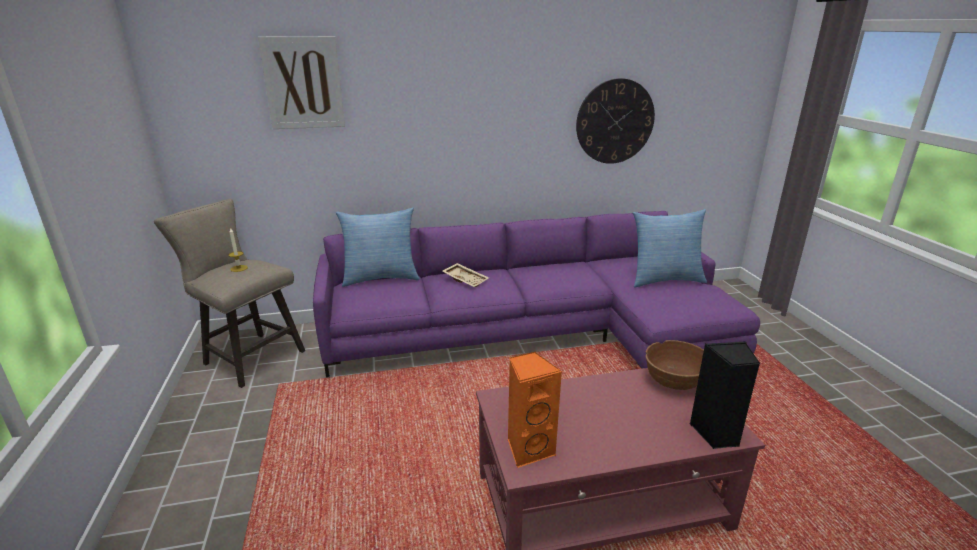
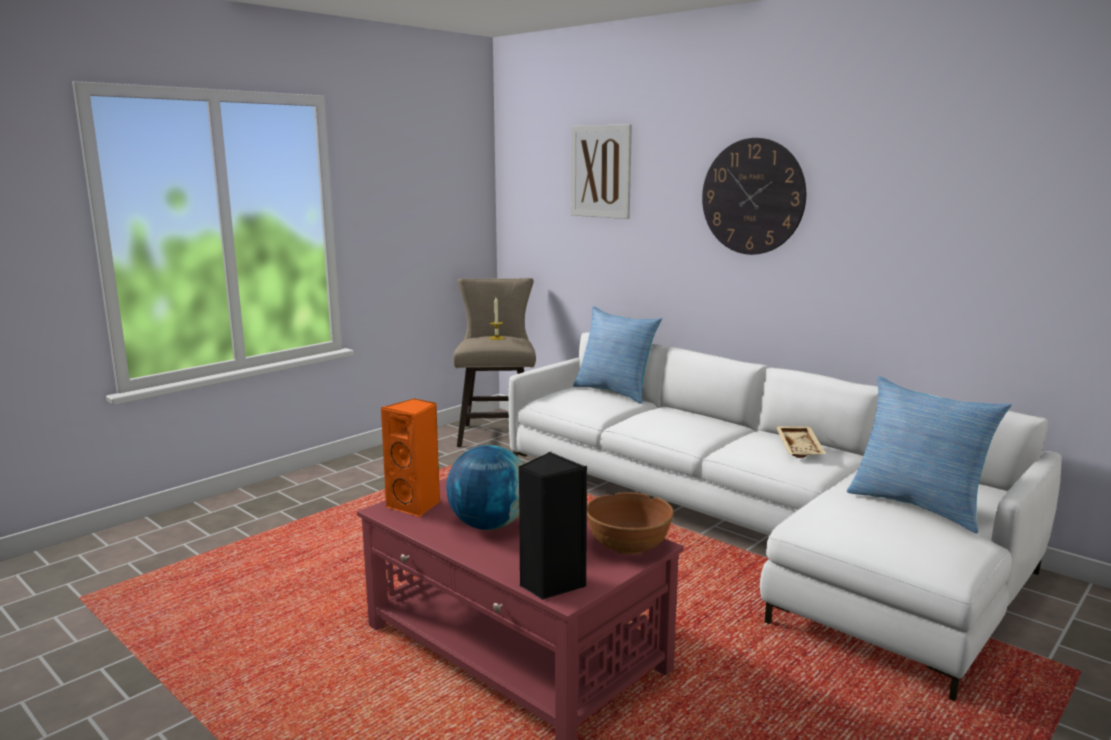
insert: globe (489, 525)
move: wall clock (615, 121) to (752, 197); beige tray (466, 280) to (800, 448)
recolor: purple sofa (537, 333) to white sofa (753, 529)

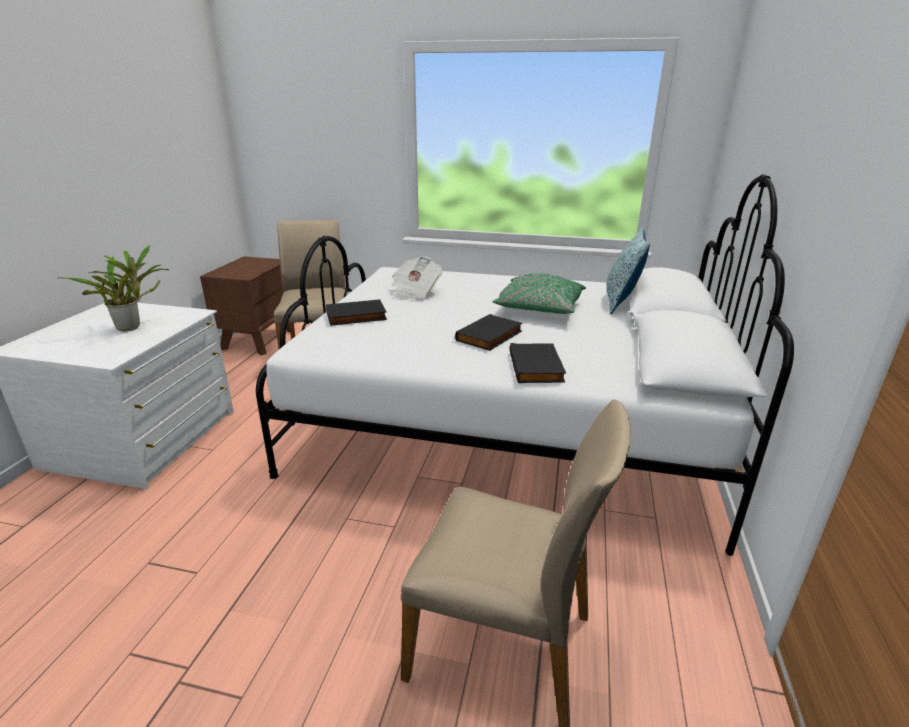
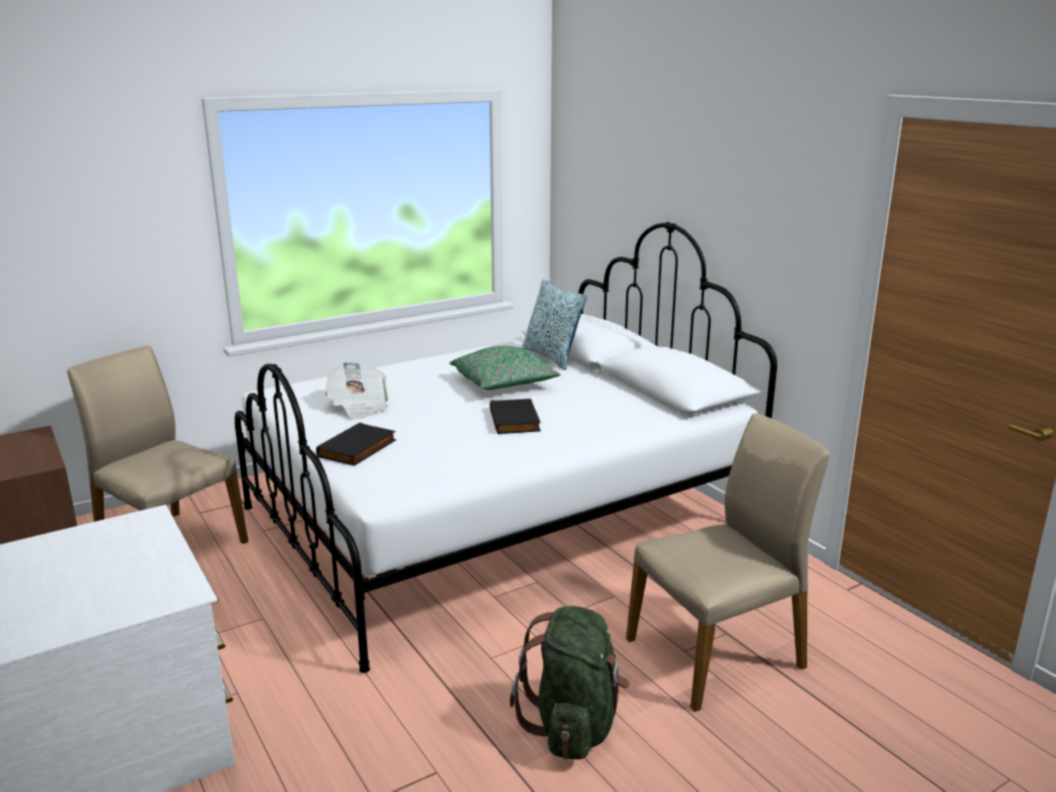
delete: potted plant (132, 327); black book (537, 367)
insert: green backpack (573, 726)

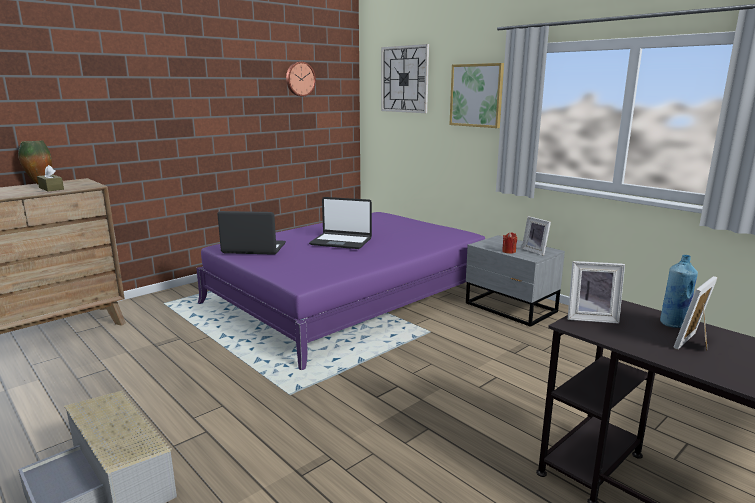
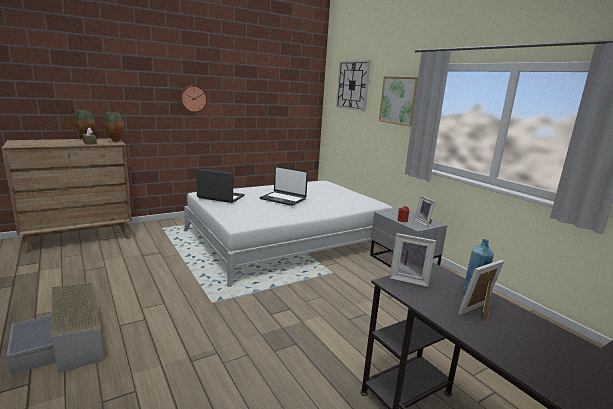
insert: vase (115, 141)
move: wall clock (300, 79) to (193, 98)
recolor: purple bed (348, 296) to white bed (287, 239)

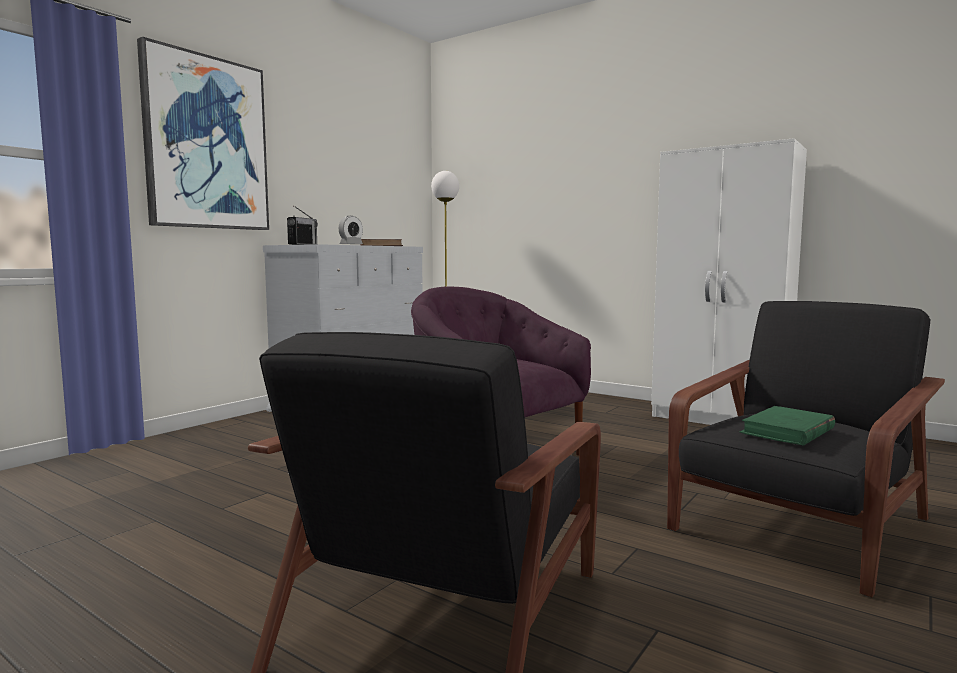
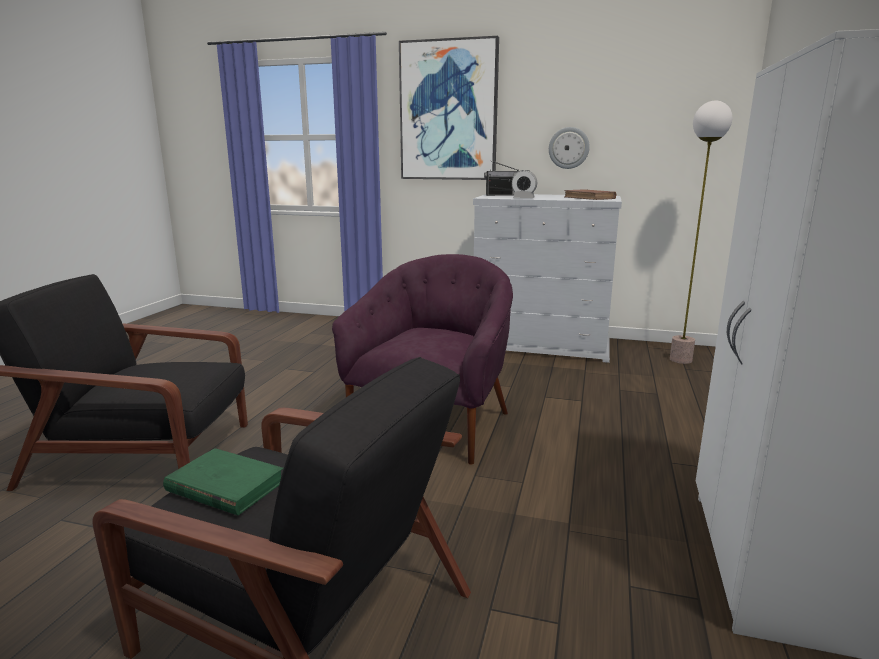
insert: wall clock (569, 148)

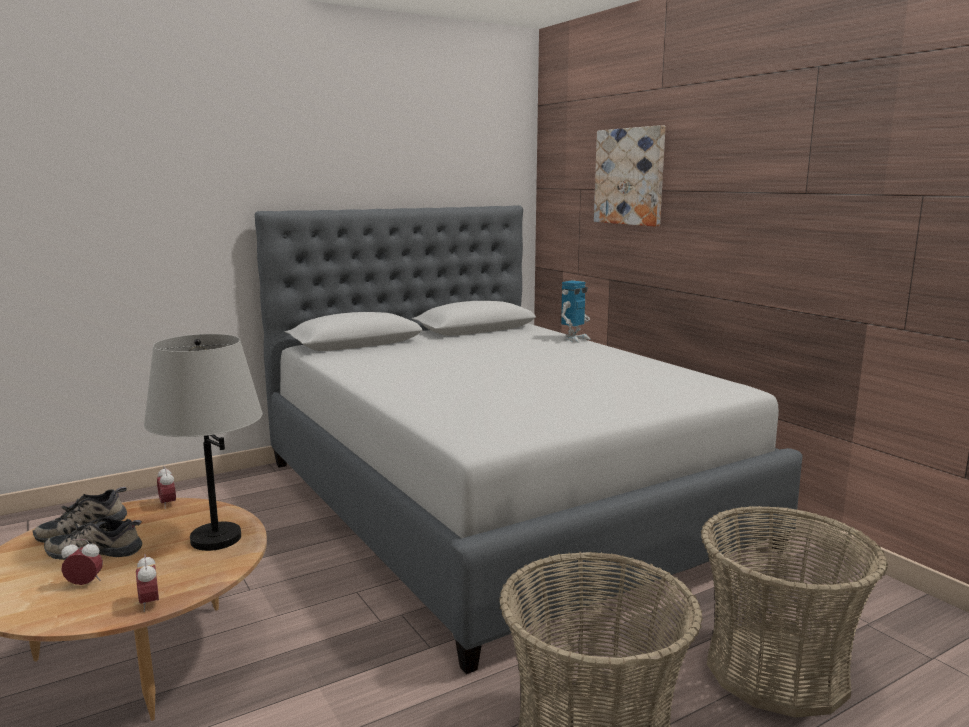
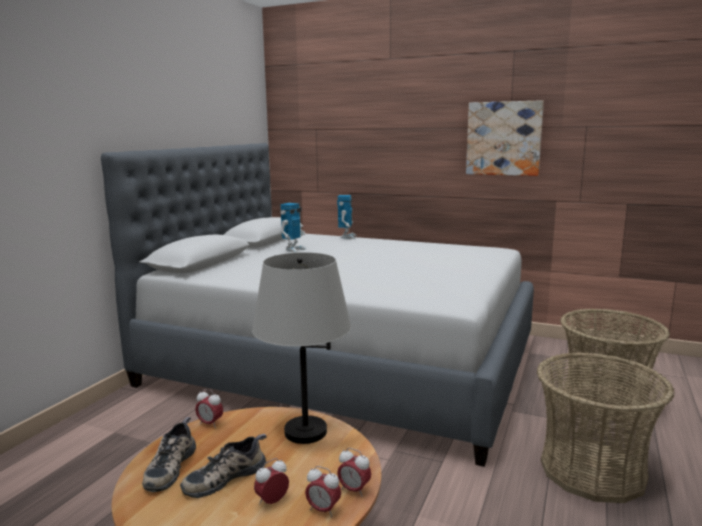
insert: toy robot (293, 249); alarm clock (323, 510)
move: picture (630, 176) to (503, 138)

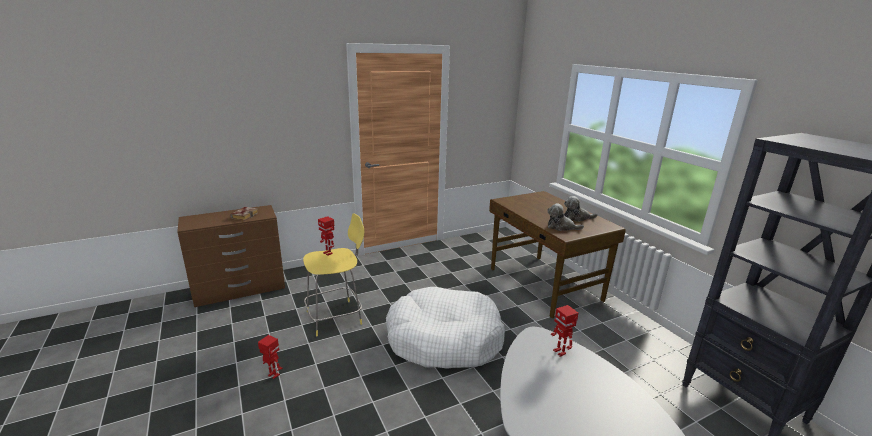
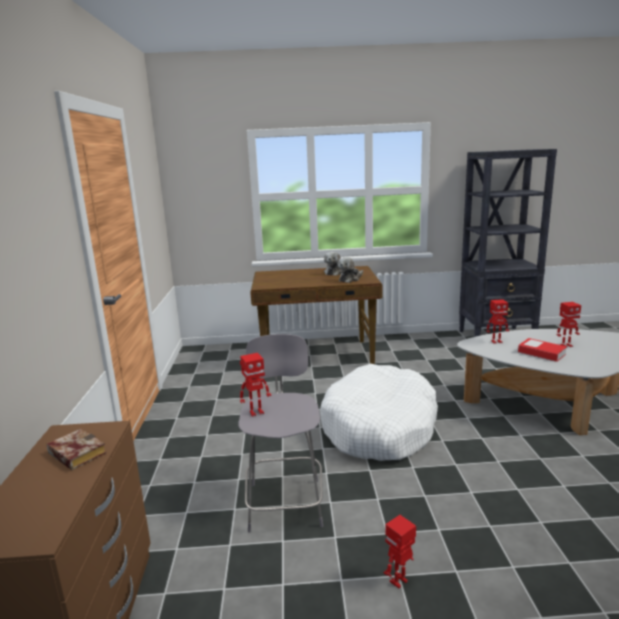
insert: toy robot (566, 345); book (541, 353)
recolor: yellow stool (336, 317) to grey stool (285, 502)

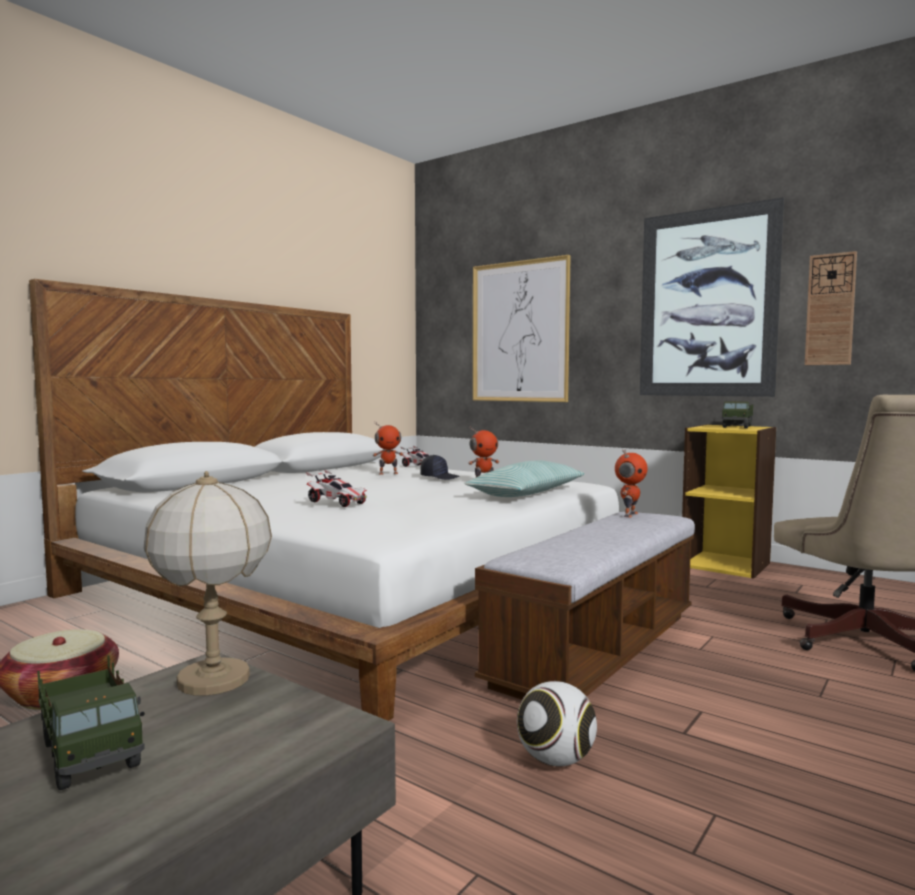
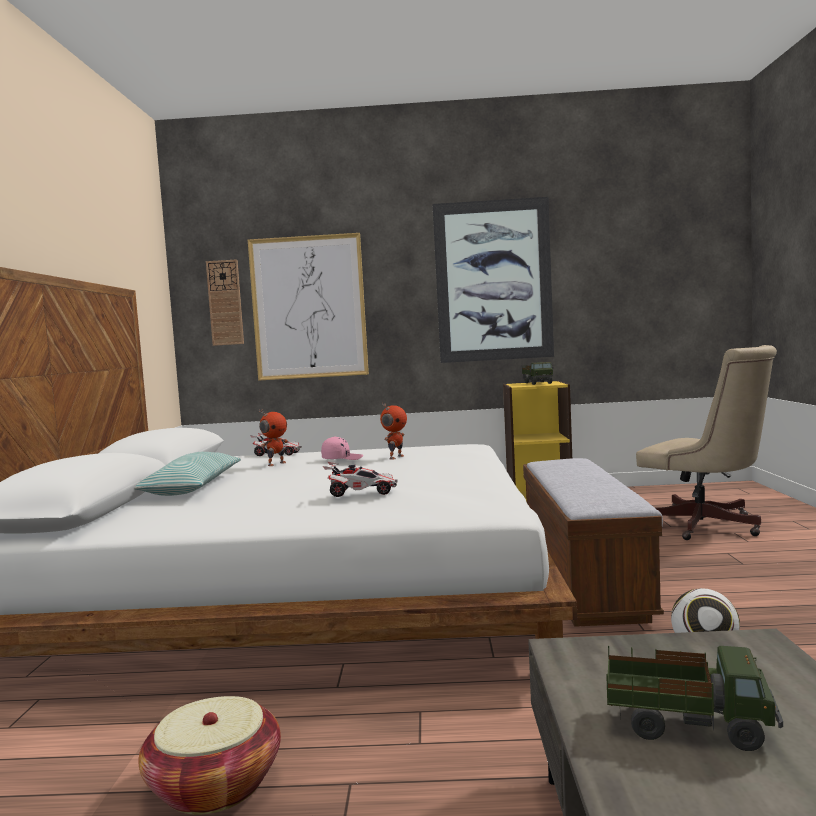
delete: toy robot (629, 515); table lamp (212, 680)
move: wall clock (830, 309) to (225, 302); pillow (527, 493) to (192, 488)
recolor: black cap (439, 477) to pink cap (342, 459)

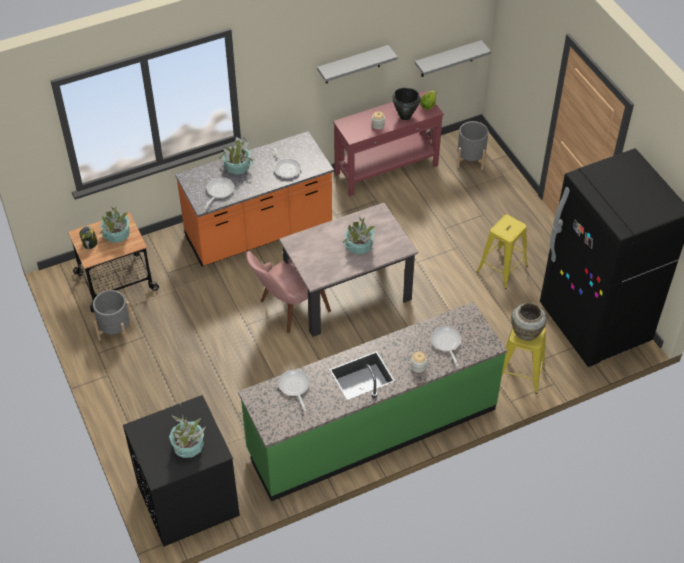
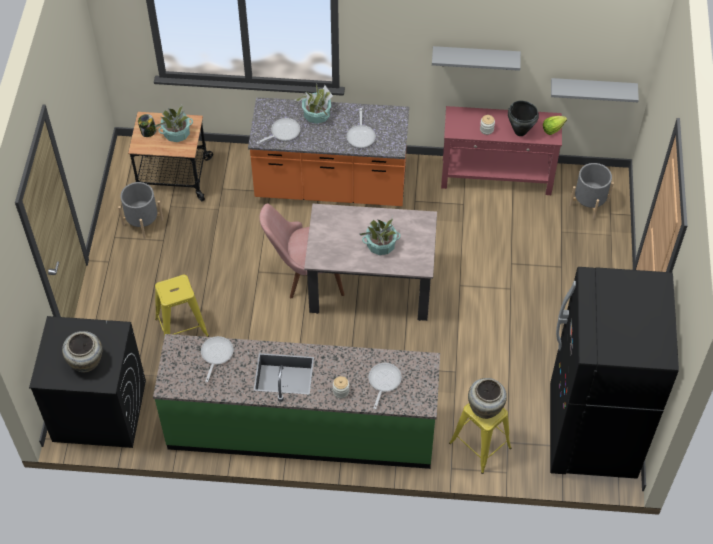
move: yellow stool (502, 269) to (182, 327)
replace: potted plant (188, 446) to beige vase (86, 363)

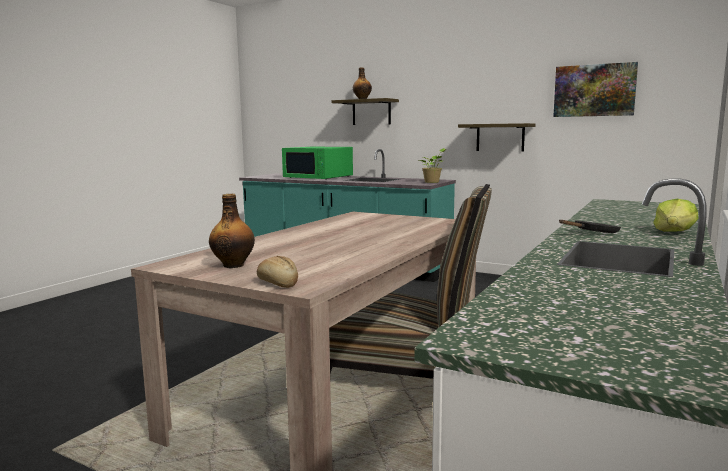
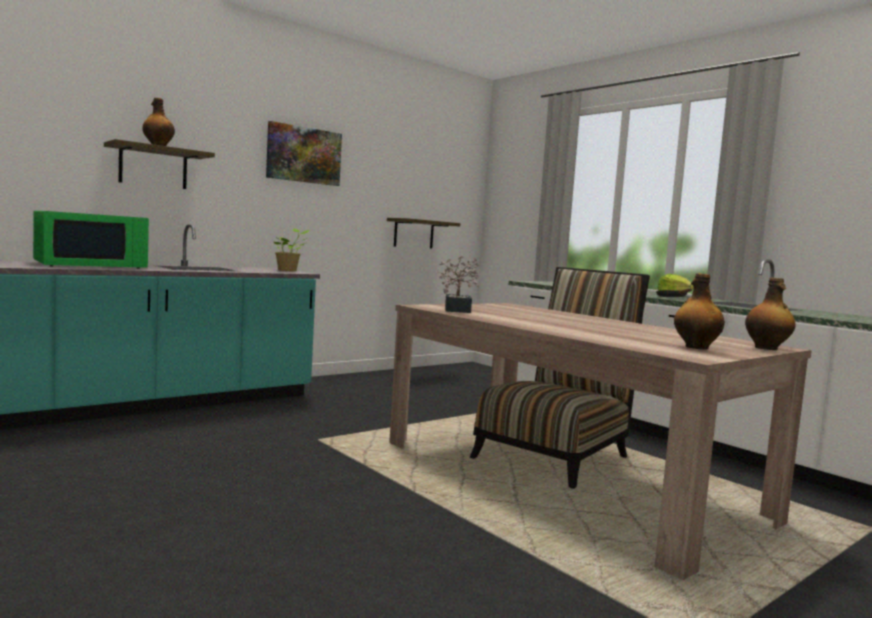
insert: potted plant (458, 309)
move: picture (594, 90) to (304, 155); shelf (500, 137) to (413, 233)
replace: bread (278, 283) to bottle (766, 348)

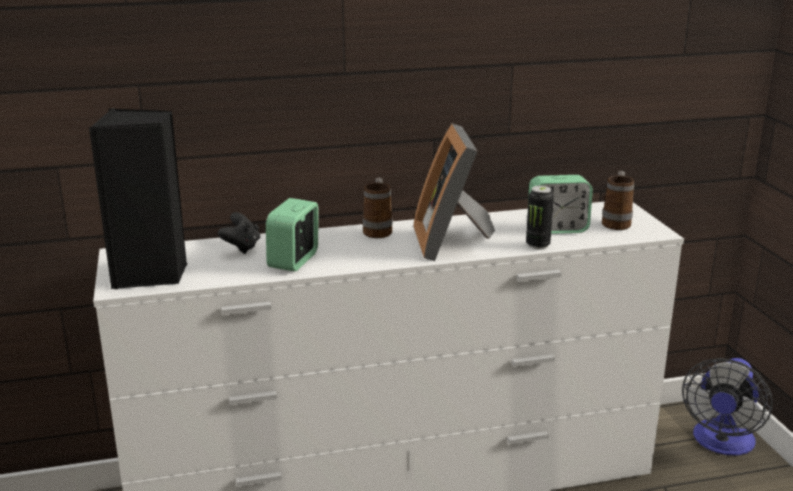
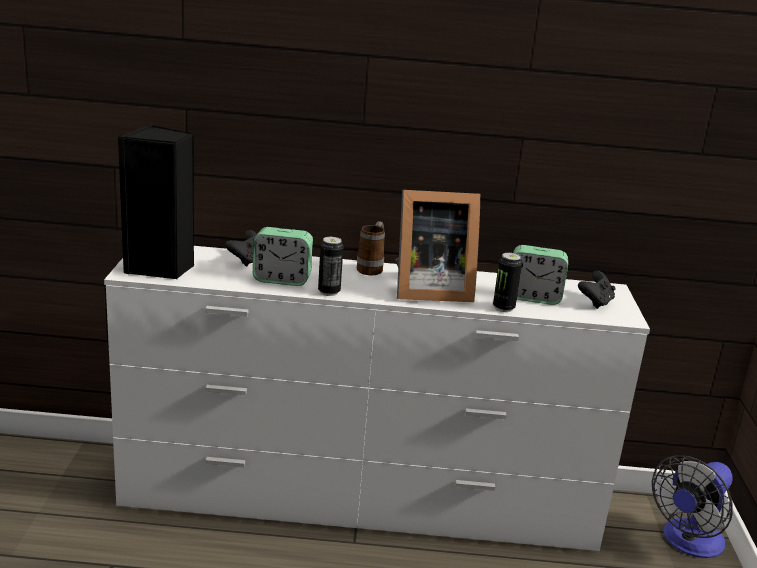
insert: can (329, 292)
replace: mug (616, 222) to black game controller (595, 302)
rotate: picture frame (452, 242) = (428, 290) 105 degrees counterclockwise; alarm clock (294, 261) = (282, 279) 120 degrees counterclockwise

